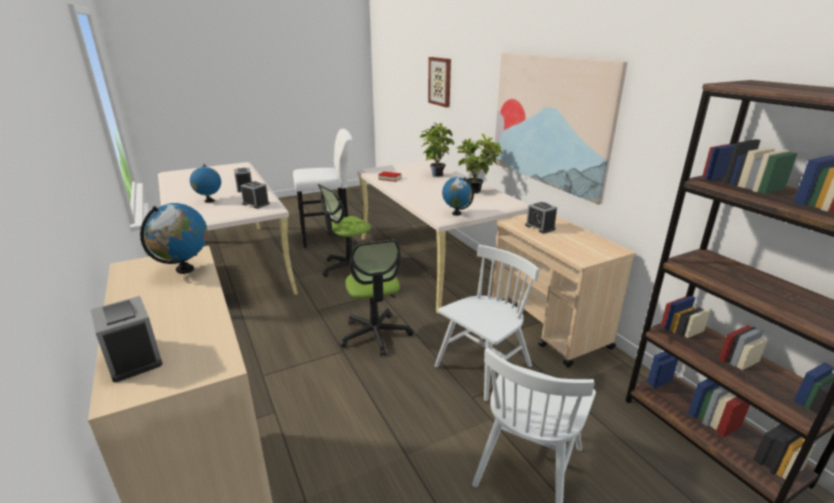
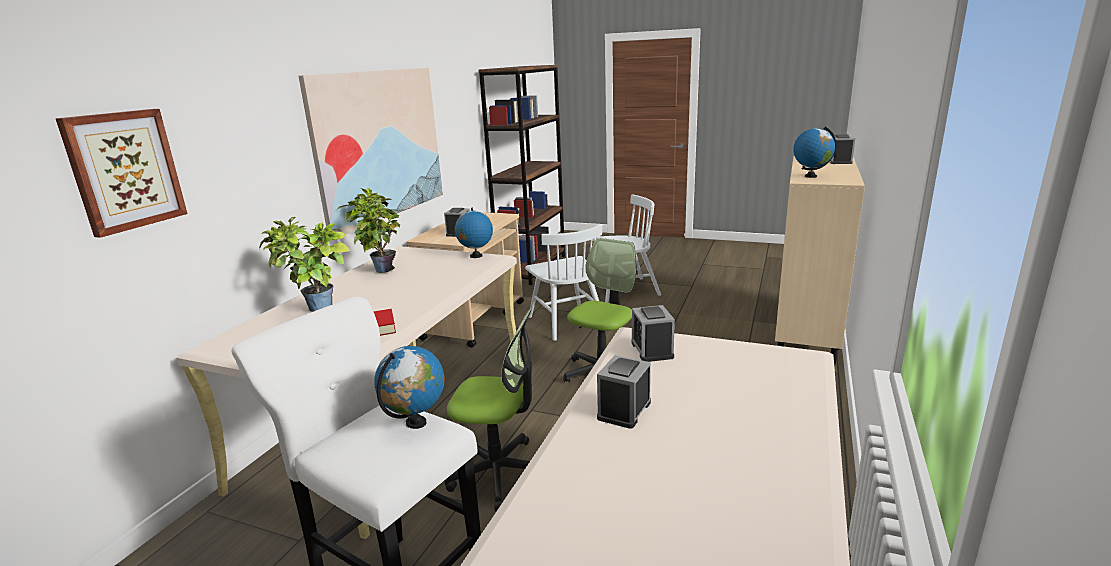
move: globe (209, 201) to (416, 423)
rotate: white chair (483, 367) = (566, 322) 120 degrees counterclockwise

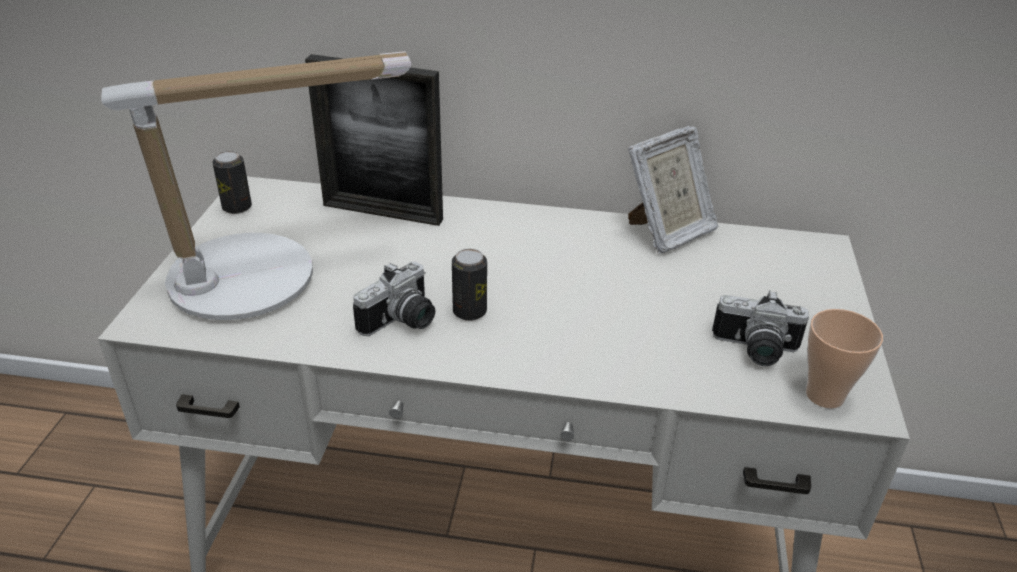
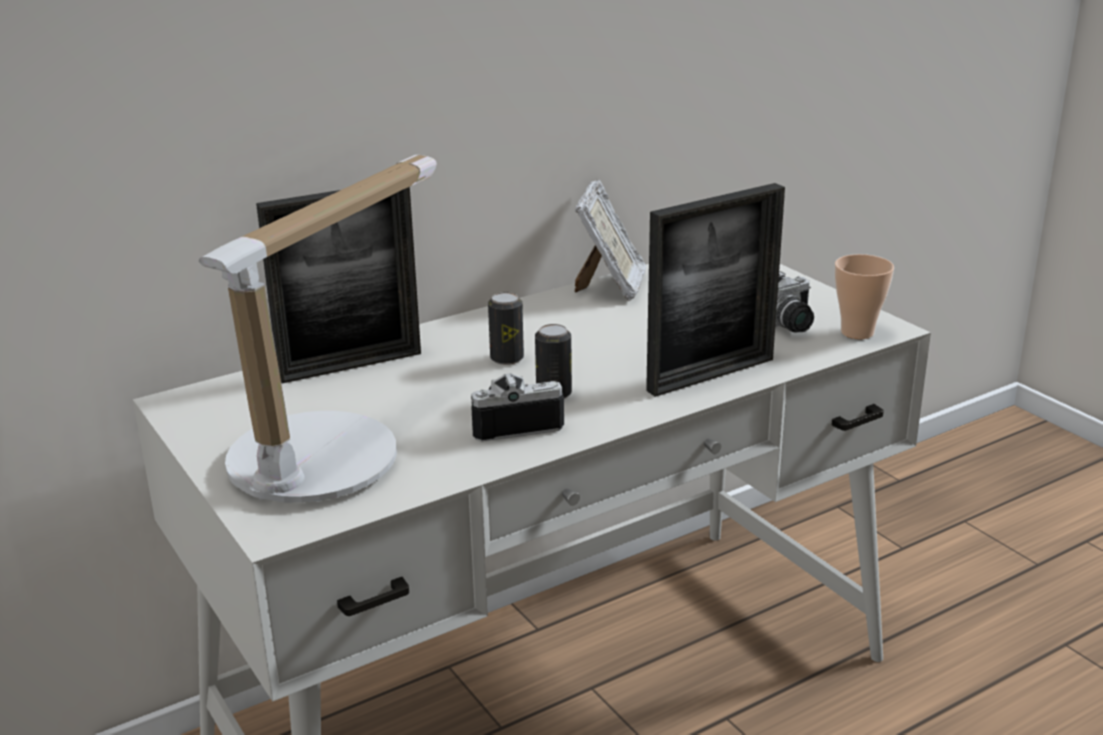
insert: picture frame (711, 375)
move: can (237, 207) to (507, 358)
rotate: photo camera (403, 322) = (514, 423) 105 degrees counterclockwise

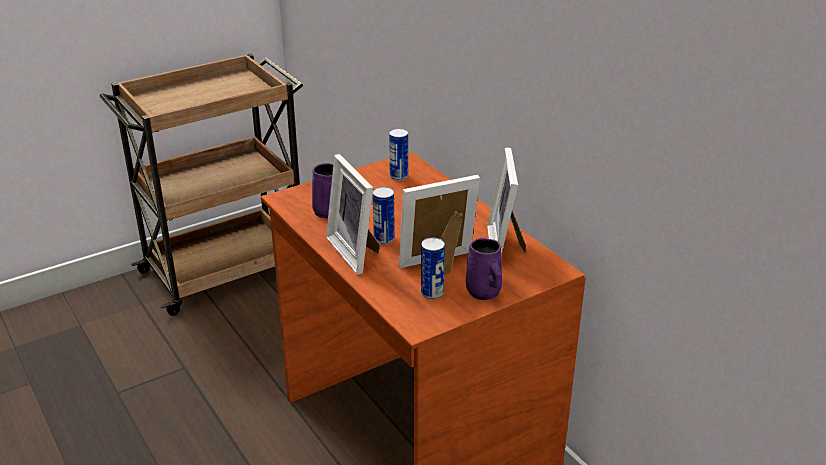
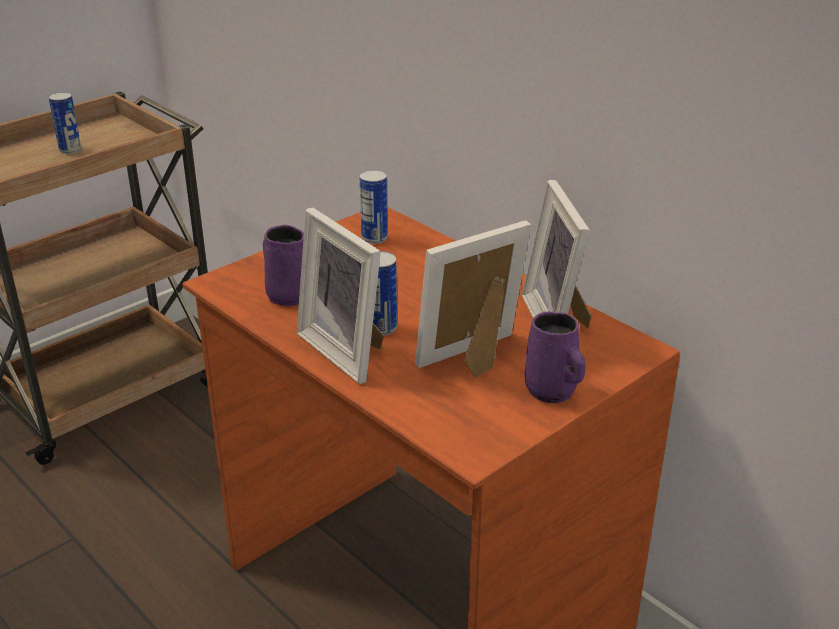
move: can (432, 293) to (70, 150)

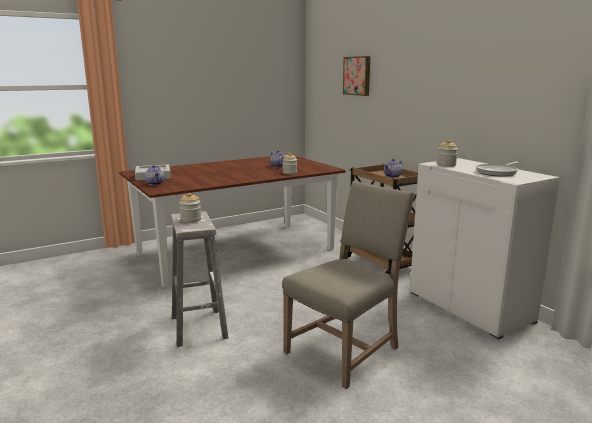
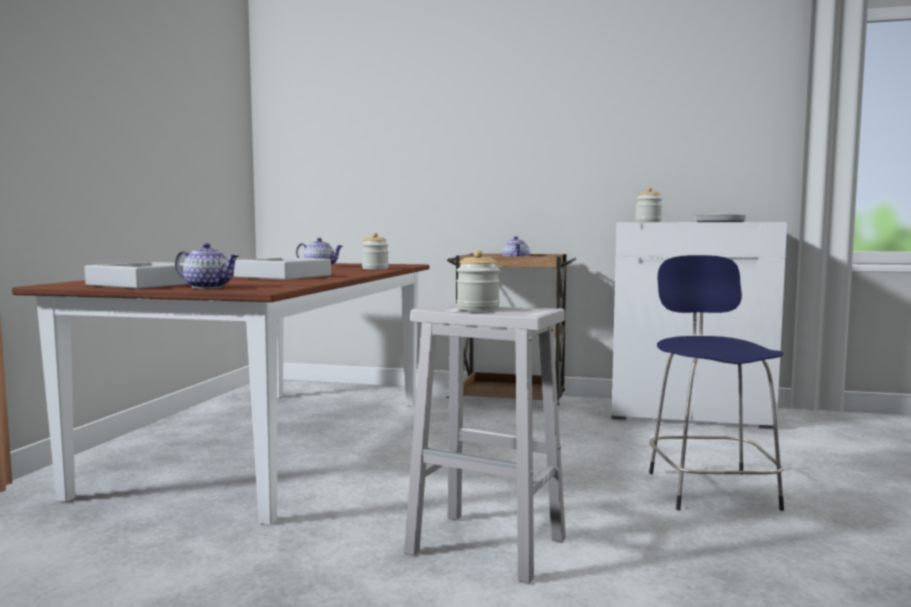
delete: picture (357, 76)
insert: grey tray (283, 276)
replace: beige chair (346, 350) to blue stool (710, 488)

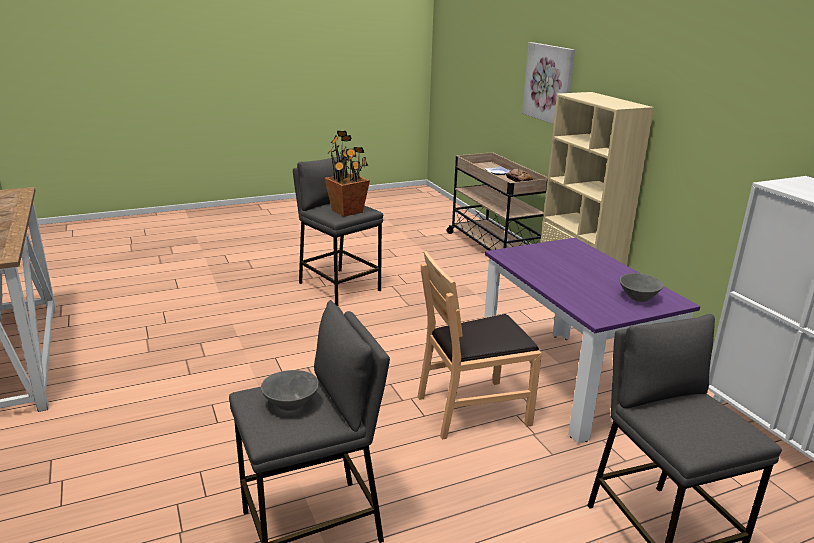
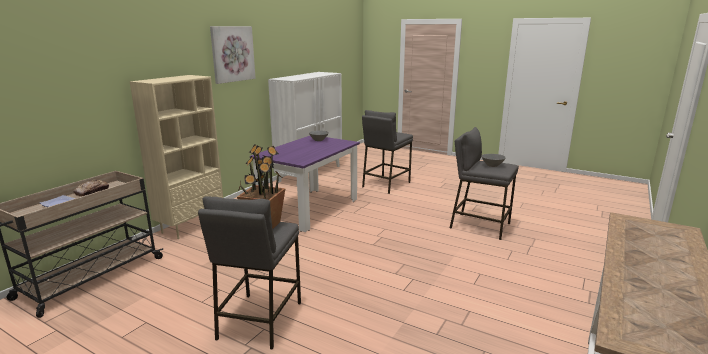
delete: brown chair (473, 409)
move: picture (549, 83) to (232, 54)

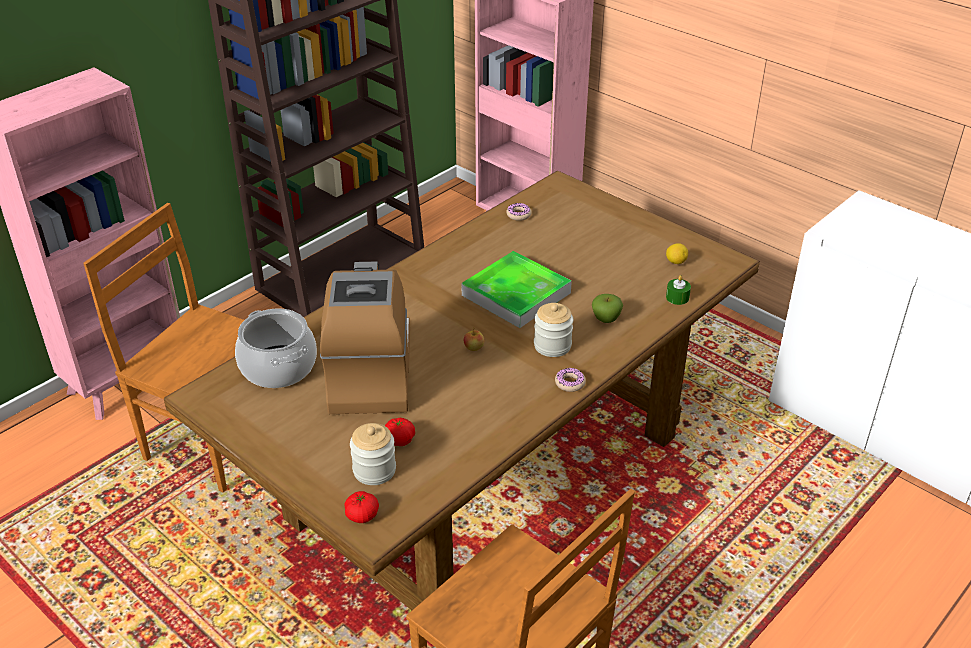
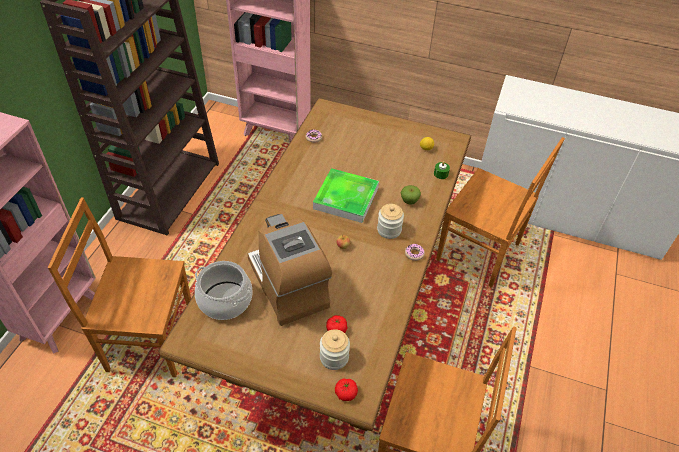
insert: brown chair (480, 253)

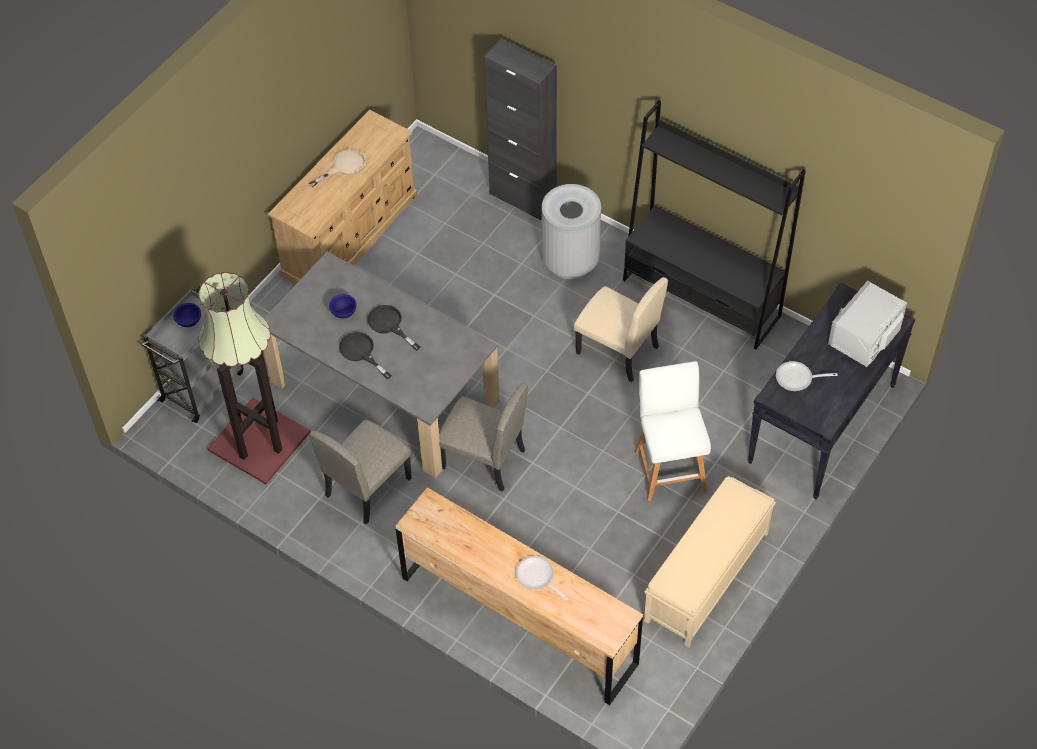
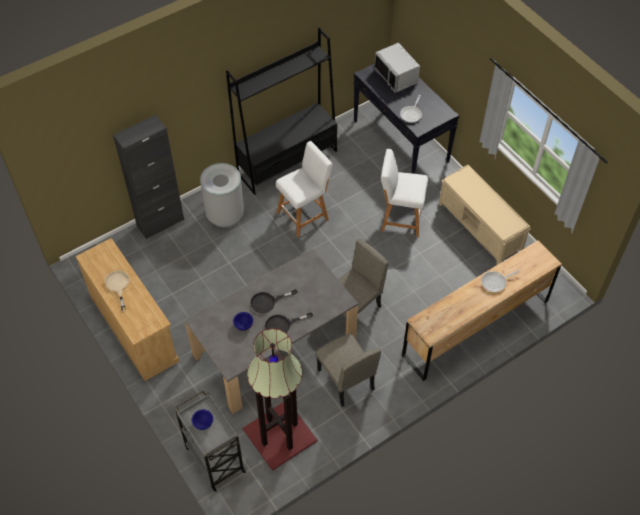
replace: beige chair (617, 350) to white stool (304, 215)

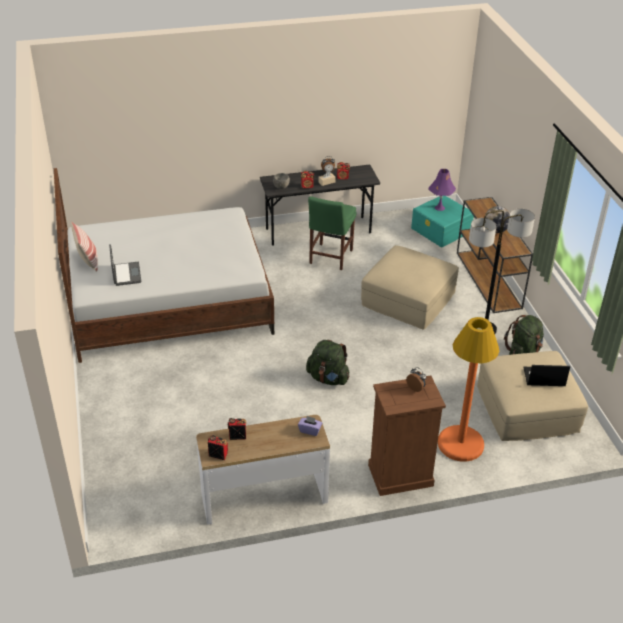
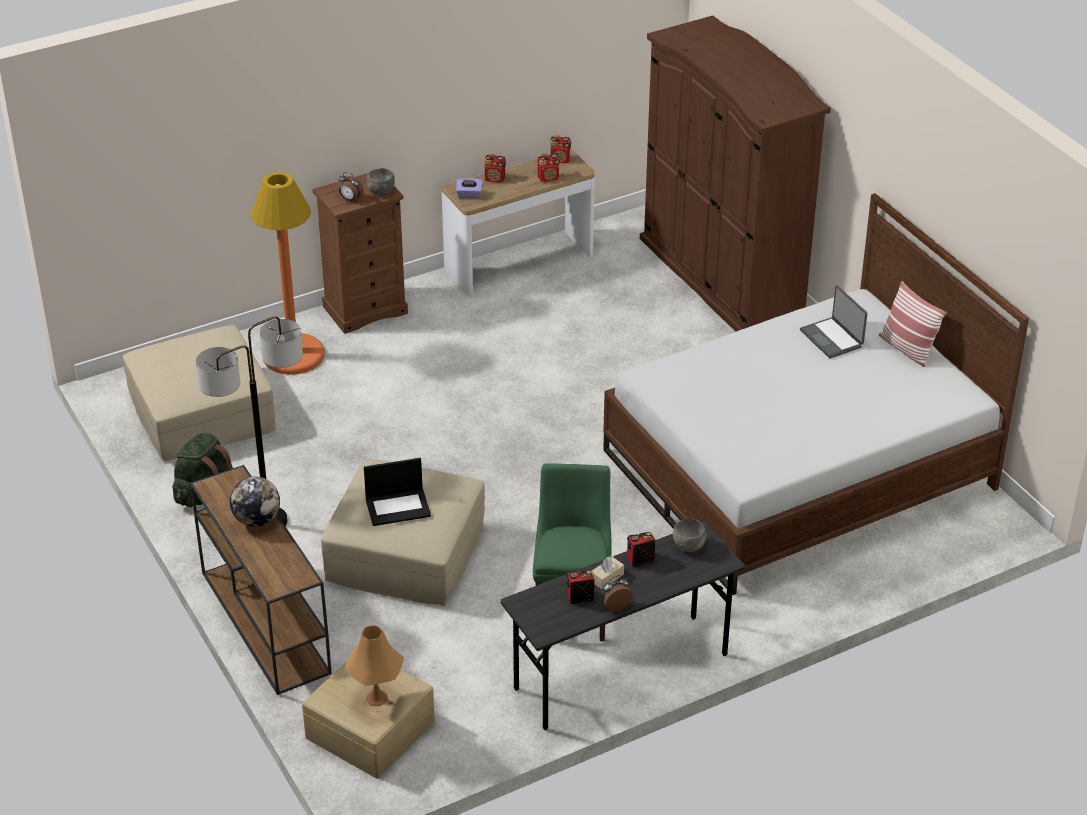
delete: green backpack (328, 378)
insert: brown wardrobe (722, 277); radio (495, 179); grey bowl (381, 192)
move: laptop (543, 377) to (398, 507)
recolor: purple table lamp (439, 208) to orange table lamp (377, 698); turquoise storage box (441, 230) to beige storage box (369, 728)

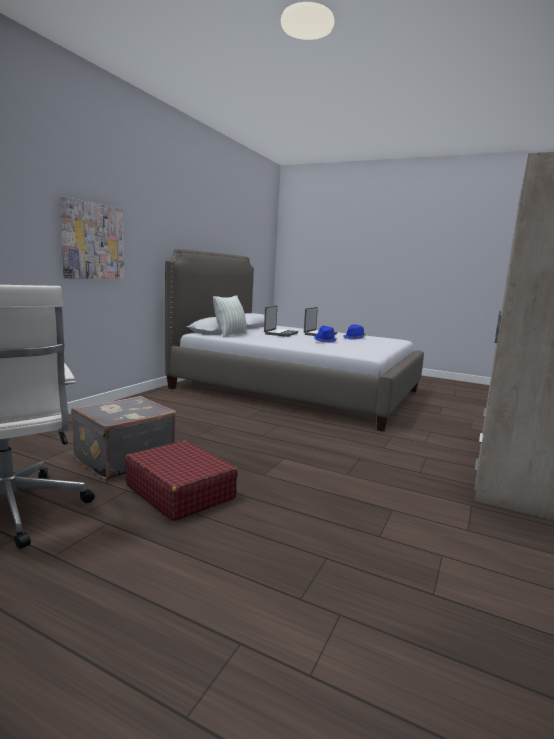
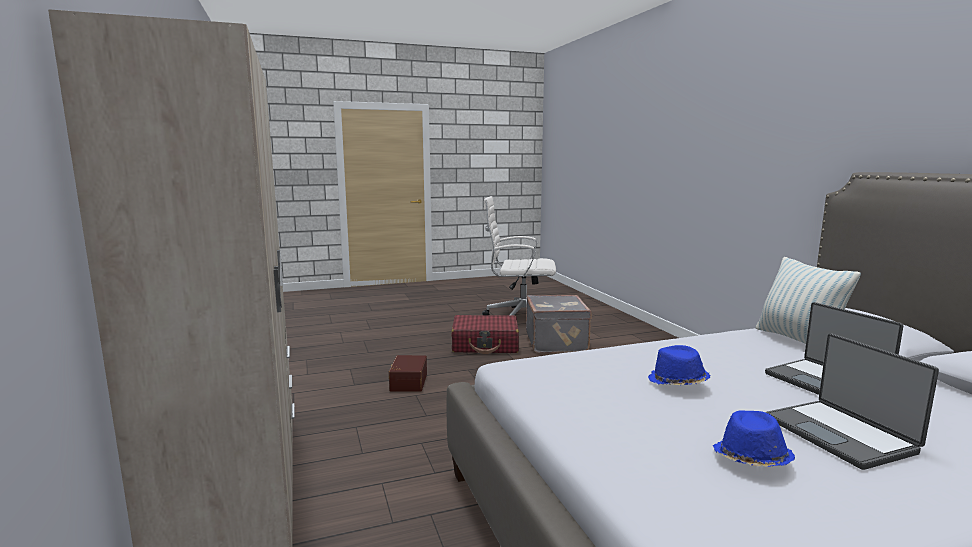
delete: picture (93, 241)
insert: brown storage box (407, 382)

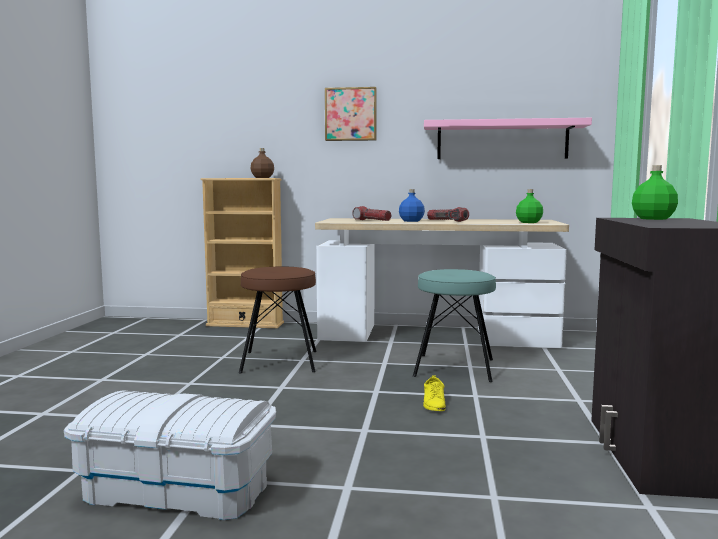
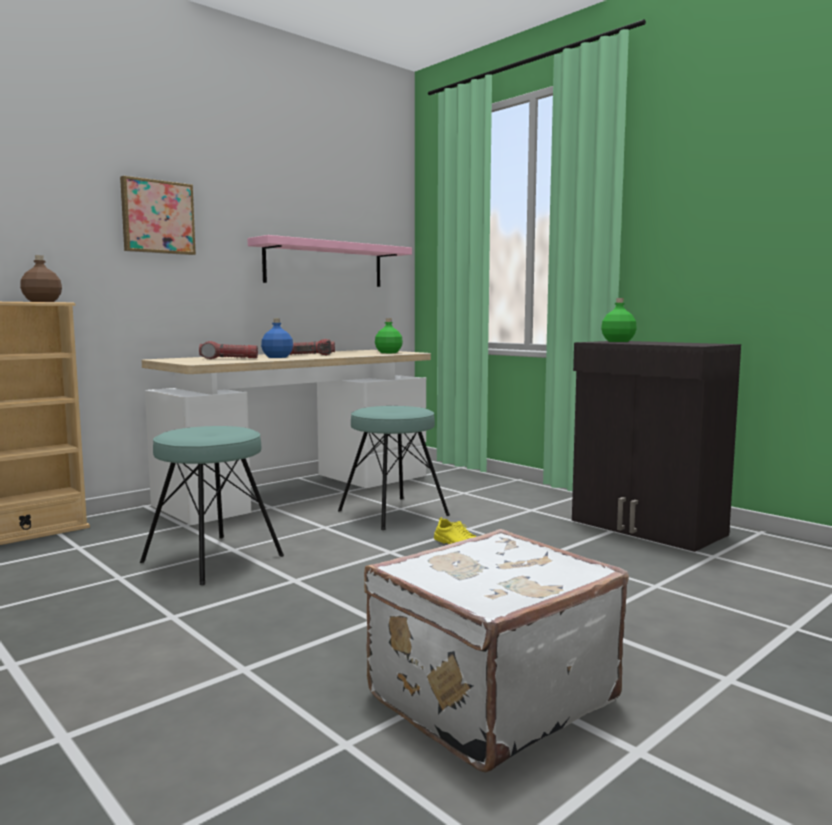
replace: white storage box (177, 490) to white suitcase (487, 697)
recolor: brown stool (279, 362) to turquoise stool (213, 559)

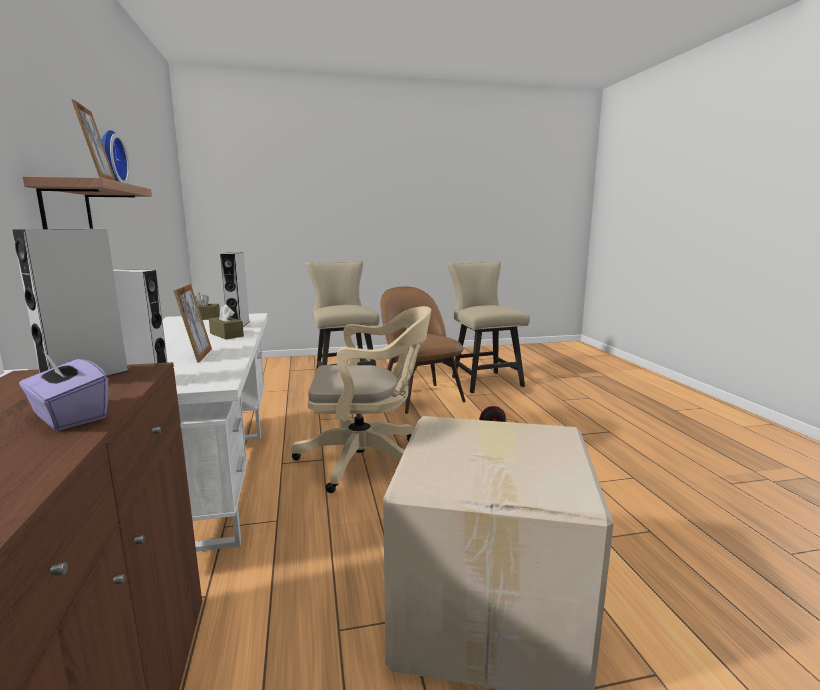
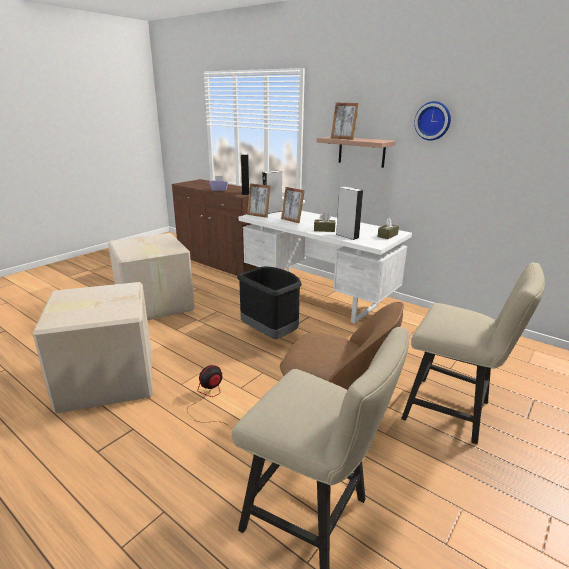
insert: picture frame (258, 215); cardboard box (106, 379)
replace: beige office chair (367, 460) to black trash can (270, 335)

